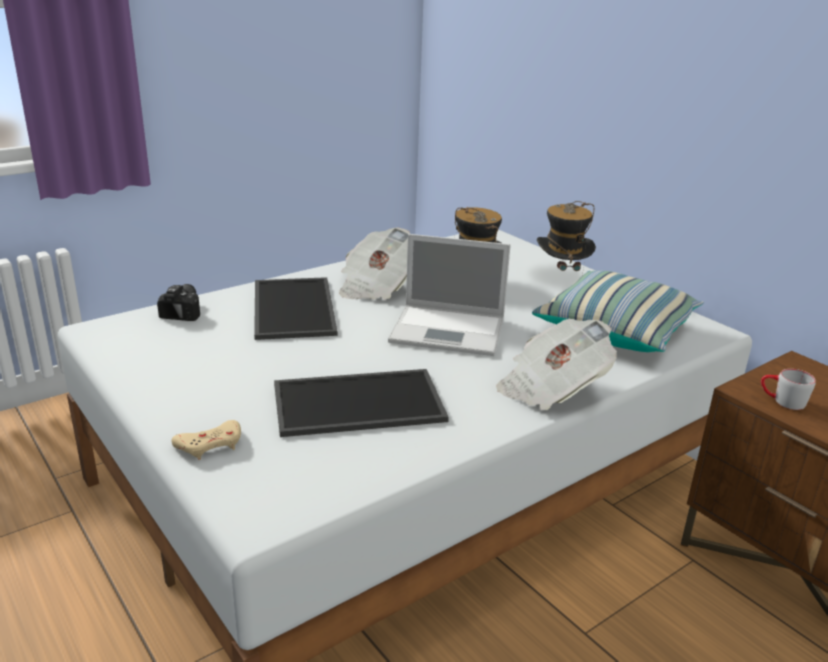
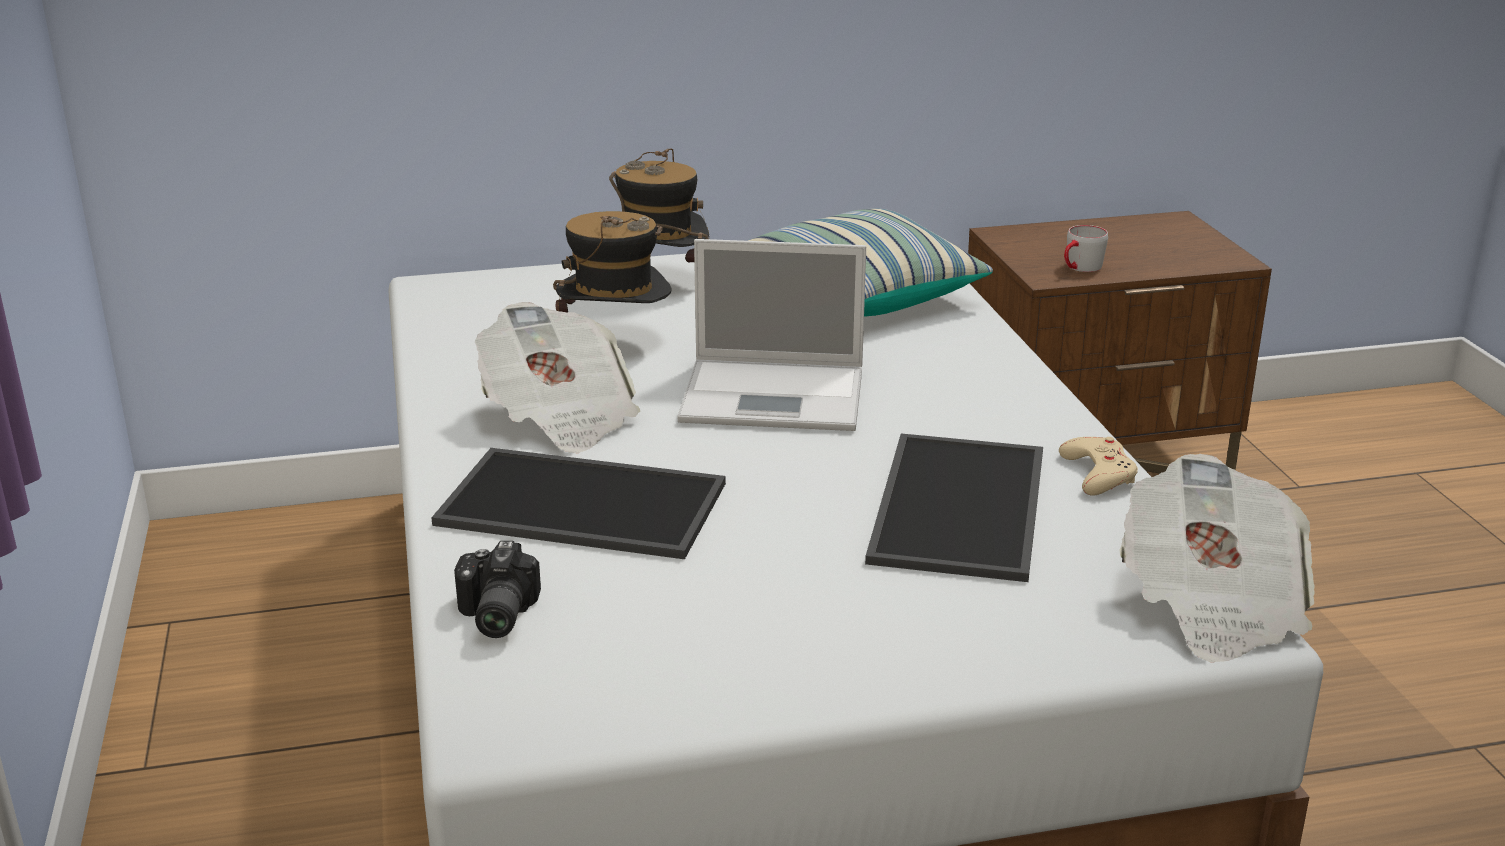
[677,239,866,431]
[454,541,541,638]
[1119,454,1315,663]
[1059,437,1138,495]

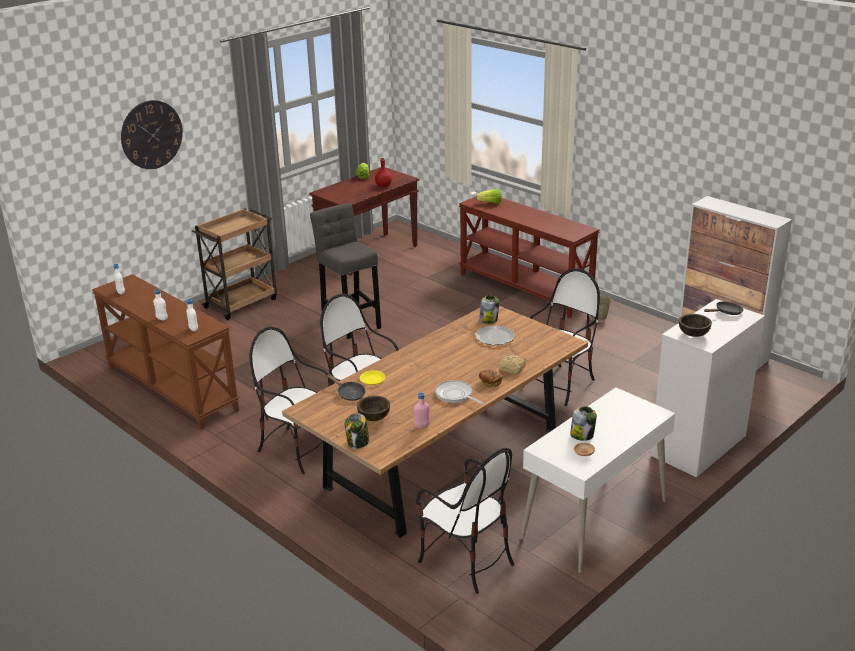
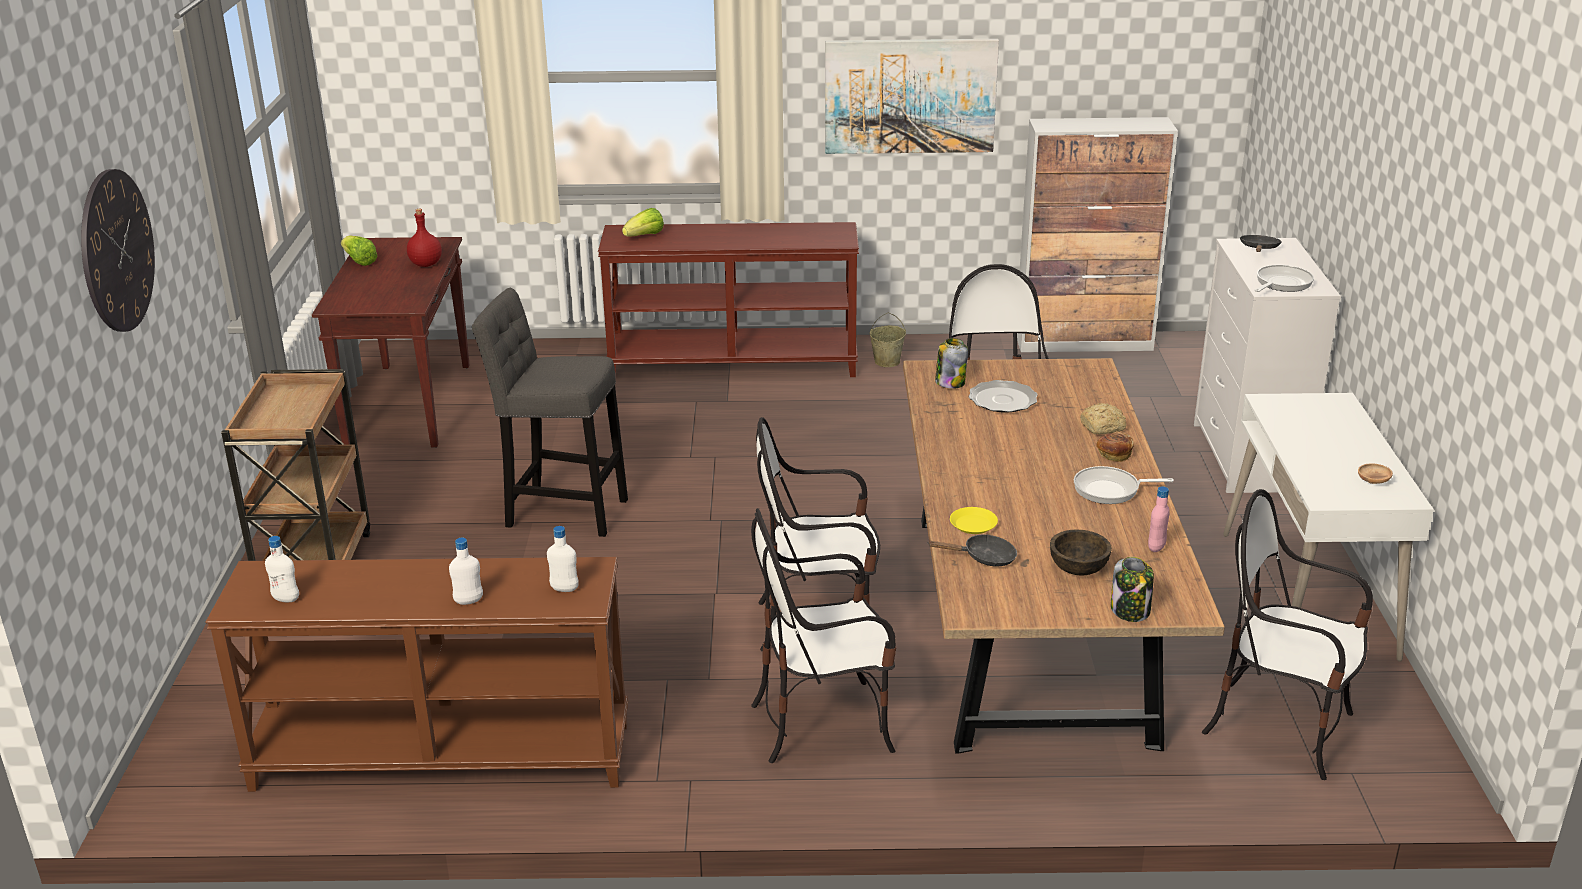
[1255,265,1314,292]
[570,406,597,441] (first image)
[1202,489,1373,780]
[825,39,999,154]

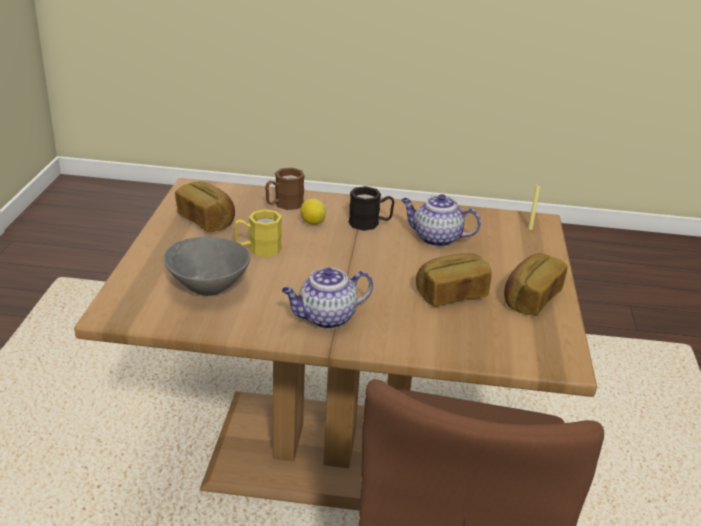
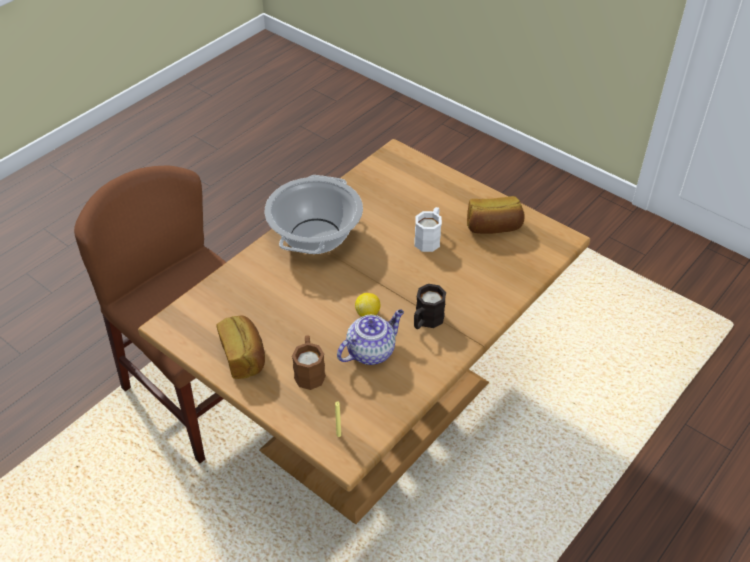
[292,335,326,390]
[355,293,380,317]
[414,207,442,252]
[164,237,250,296] (first image)
[416,253,492,307] (first image)
[265,175,363,254]

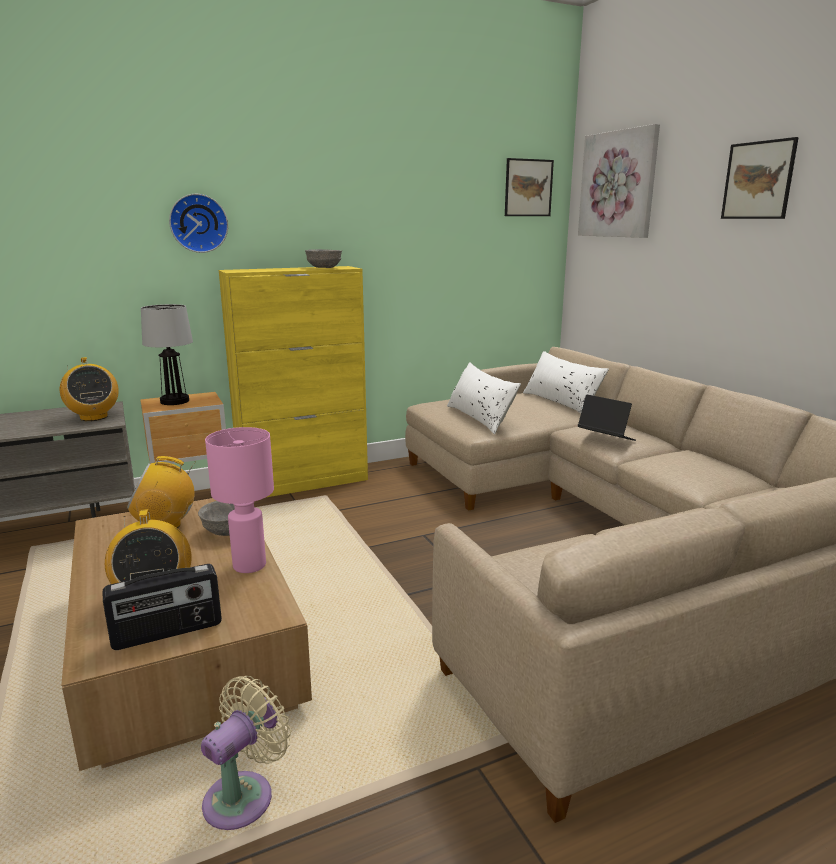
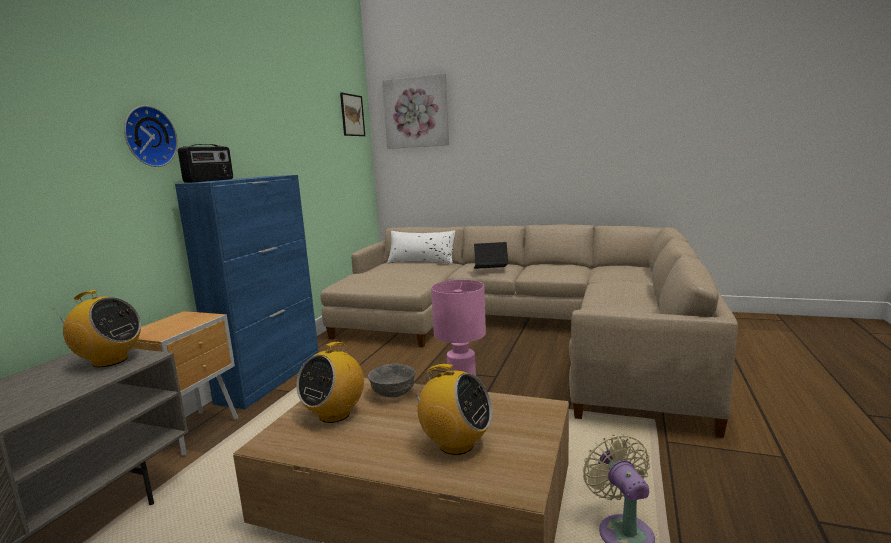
[721,137,799,219] (first image)
[305,249,342,268] (first image)
[175,175,319,409]
[141,304,193,405] (first image)
[447,362,521,434] (first image)
[178,144,233,183]

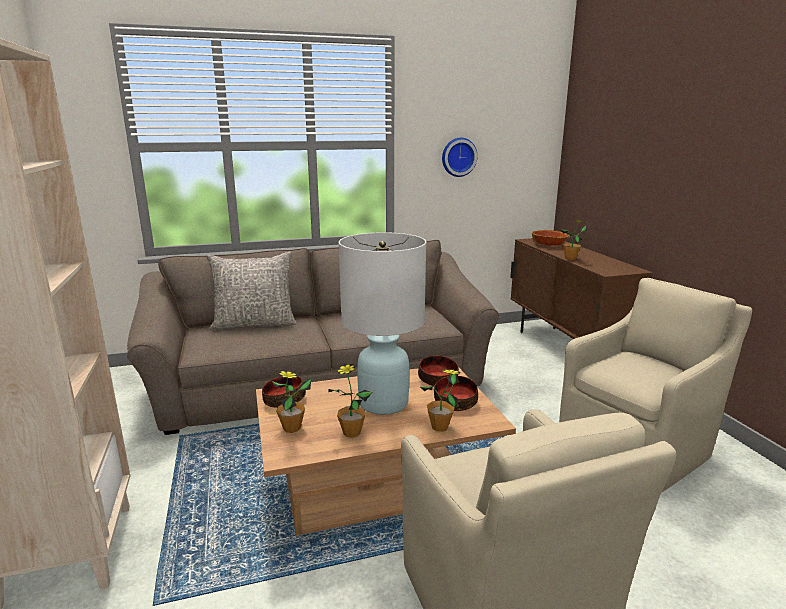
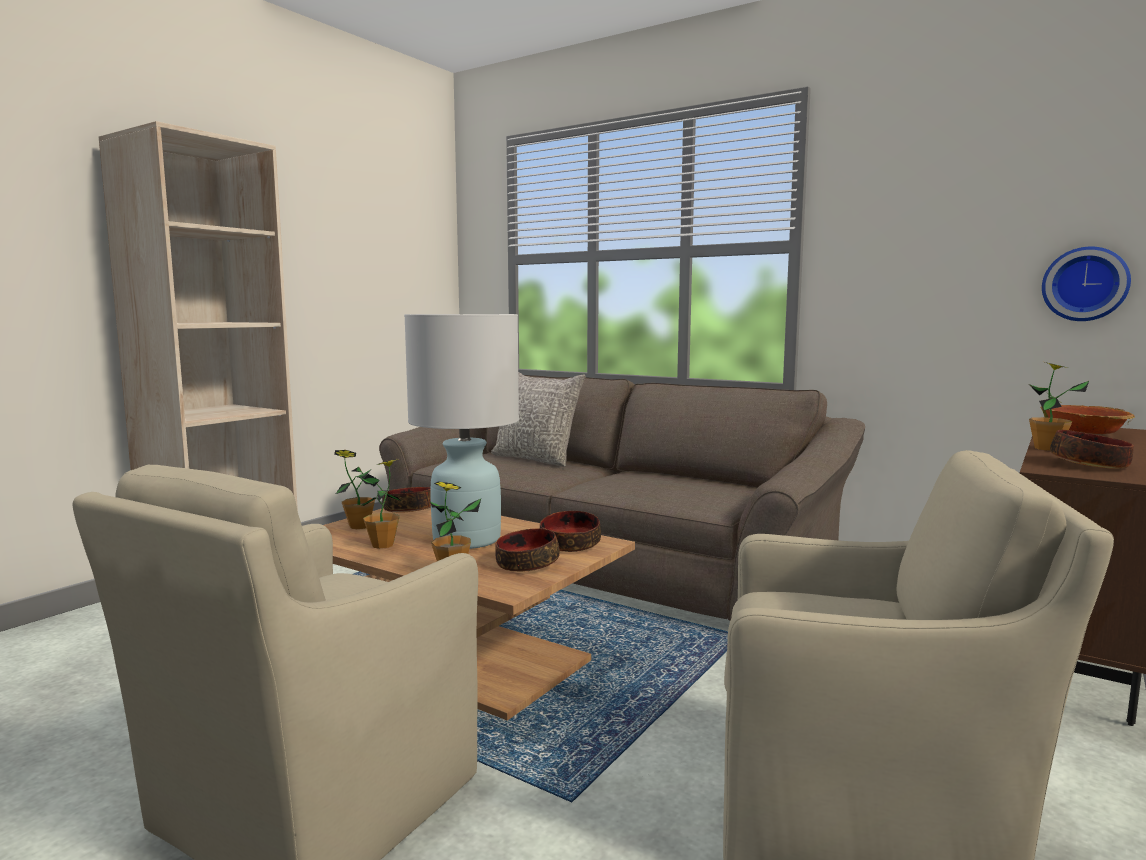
[1042,247,1131,321]
[1050,430,1134,469]

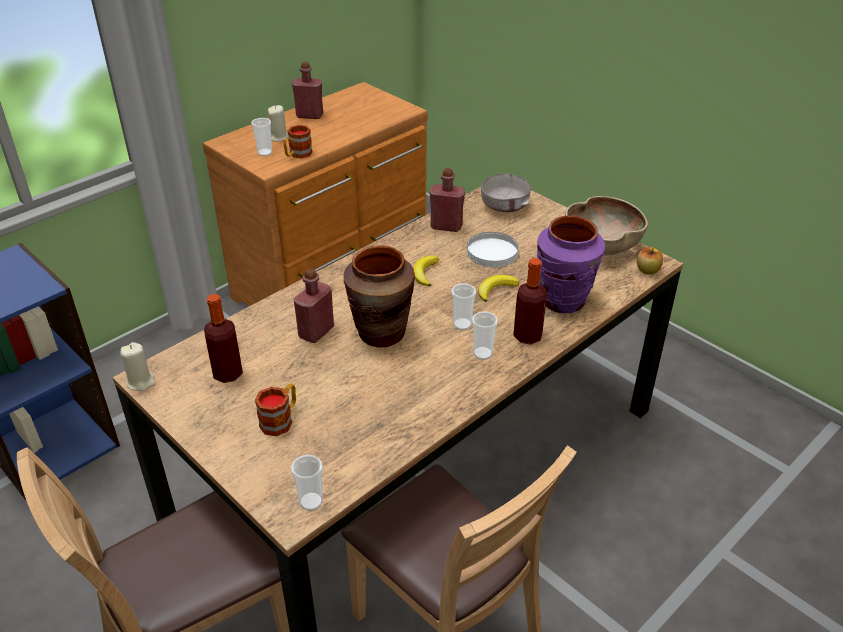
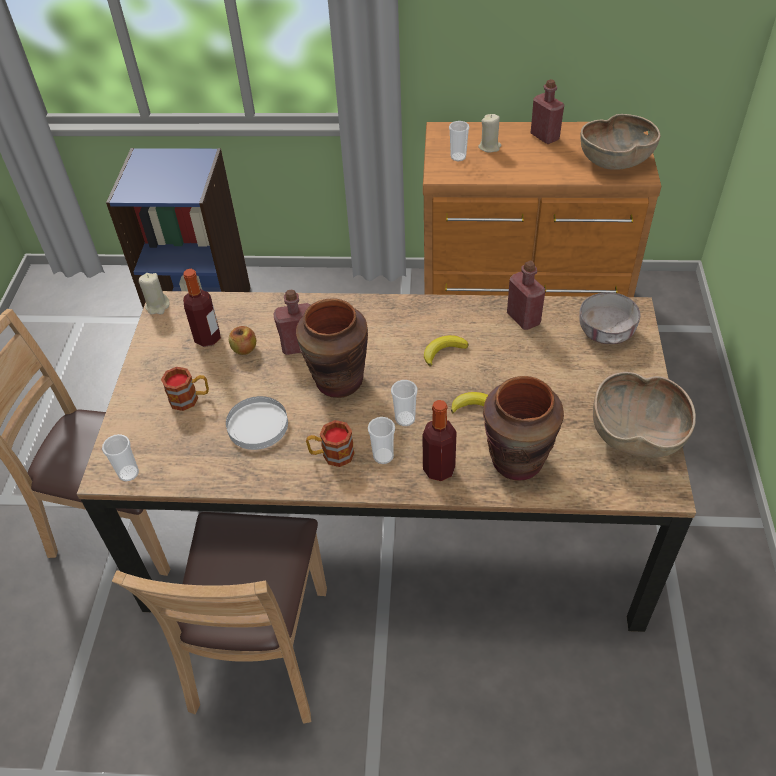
[306,420,355,467]
[483,376,564,481]
[226,396,288,450]
[229,326,256,355]
[581,114,660,170]

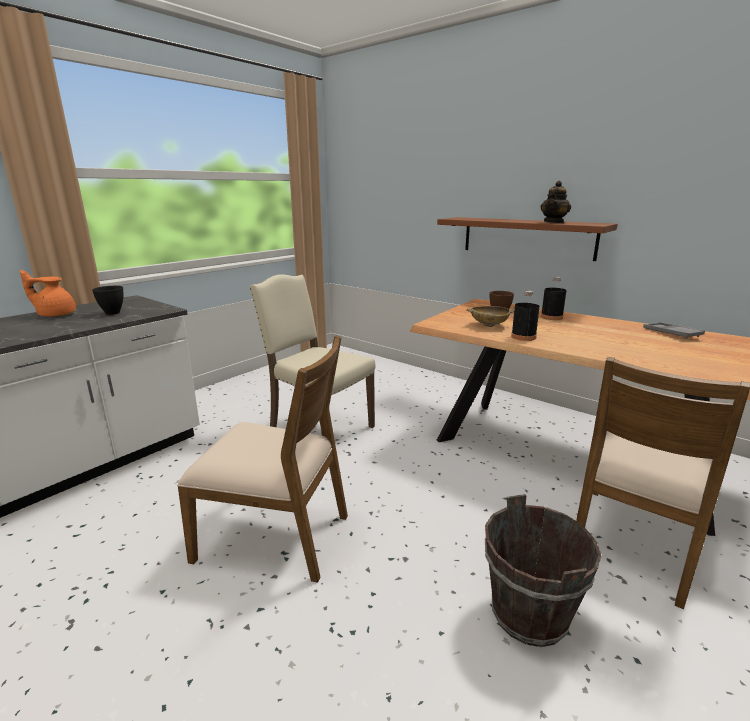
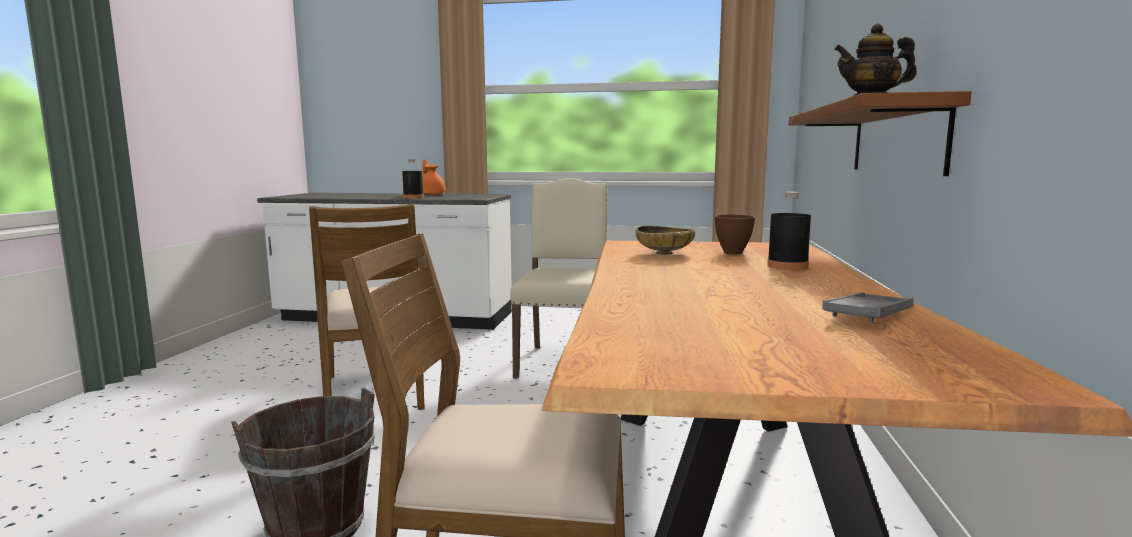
[92,286,124,315] (first image)
[402,159,424,199]

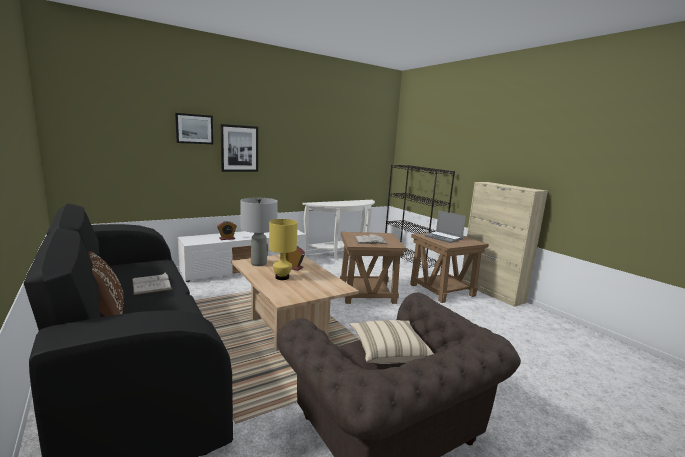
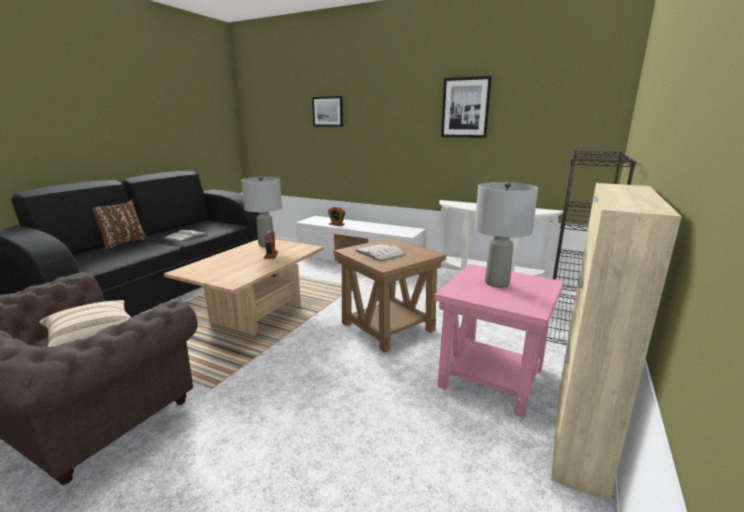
[441,76,492,138]
[475,182,538,288]
[269,219,298,280] (first image)
[434,264,564,418]

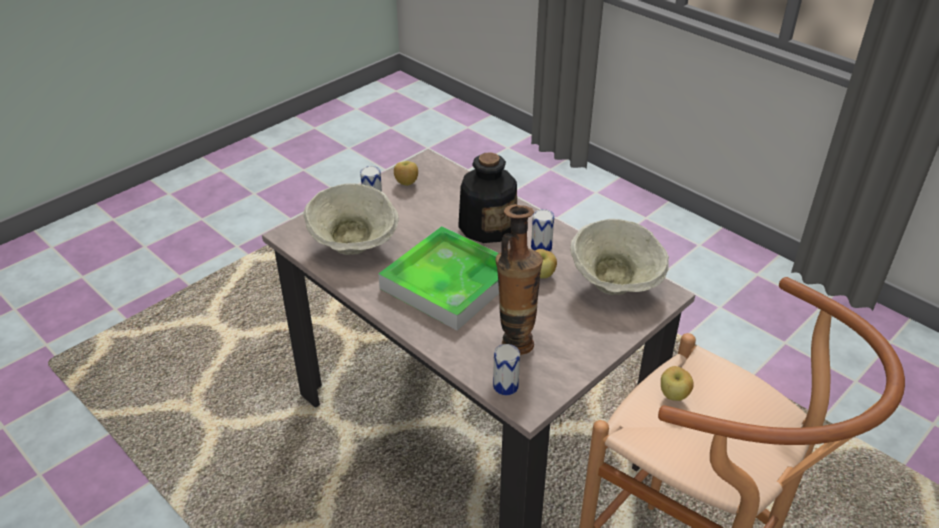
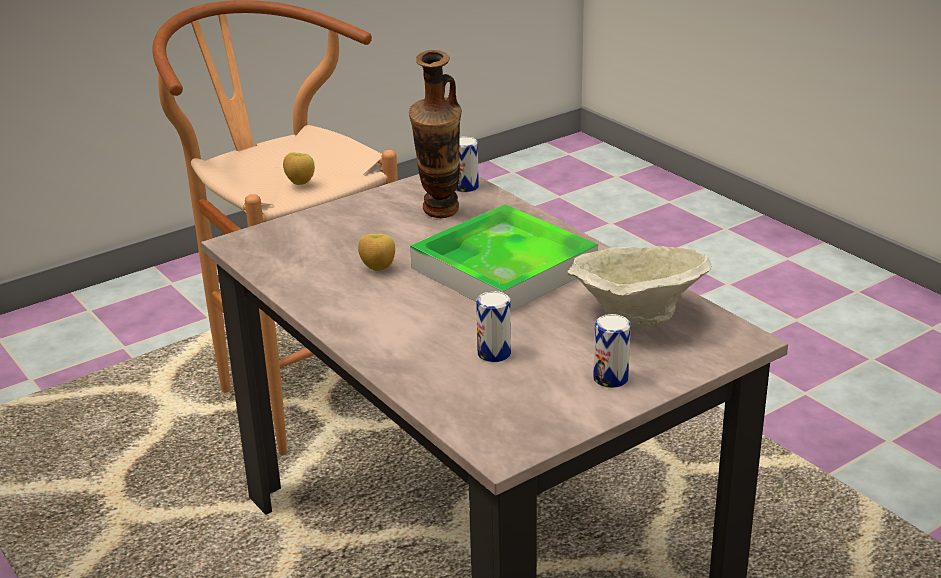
[458,152,517,243] (first image)
[394,161,418,186] (first image)
[476,291,511,362]
[570,219,669,295] (first image)

